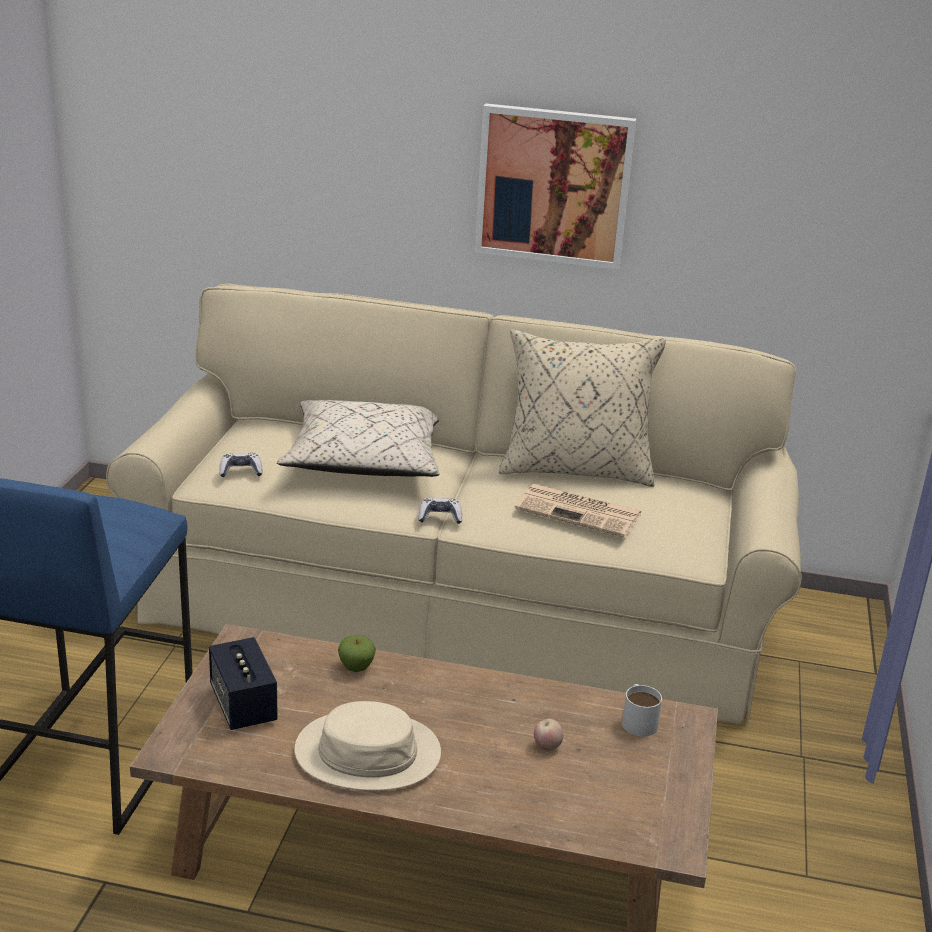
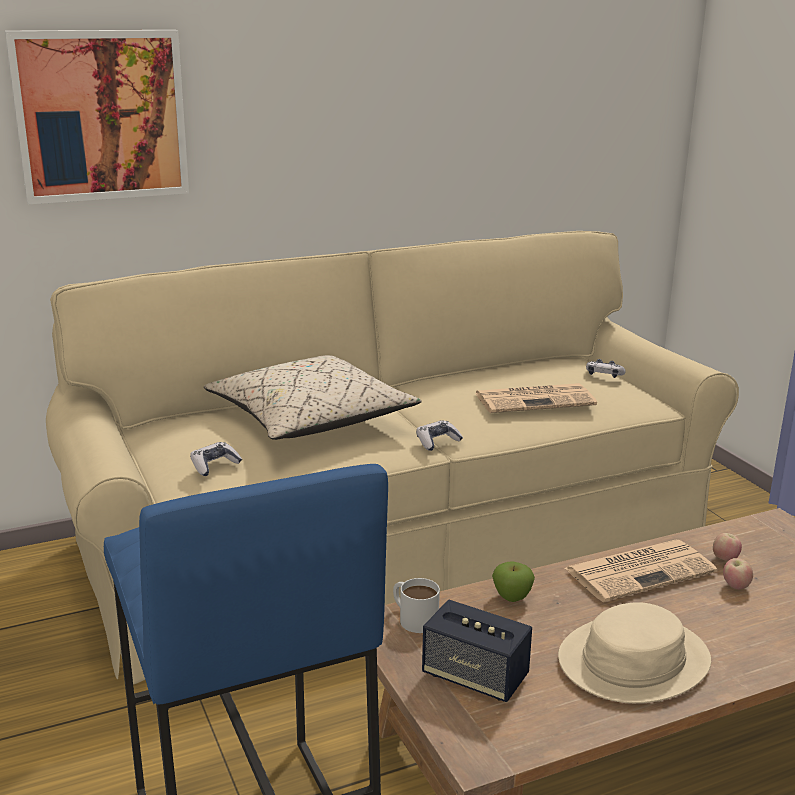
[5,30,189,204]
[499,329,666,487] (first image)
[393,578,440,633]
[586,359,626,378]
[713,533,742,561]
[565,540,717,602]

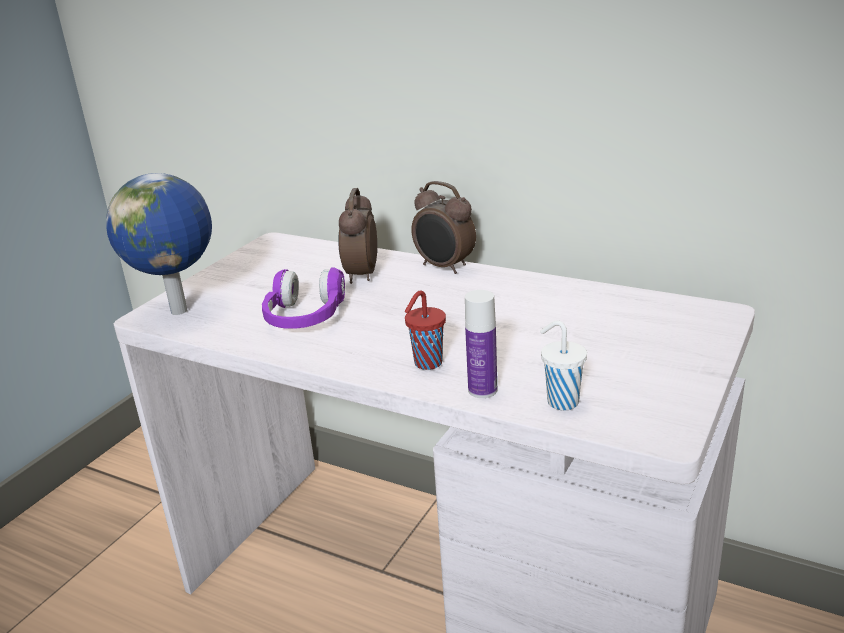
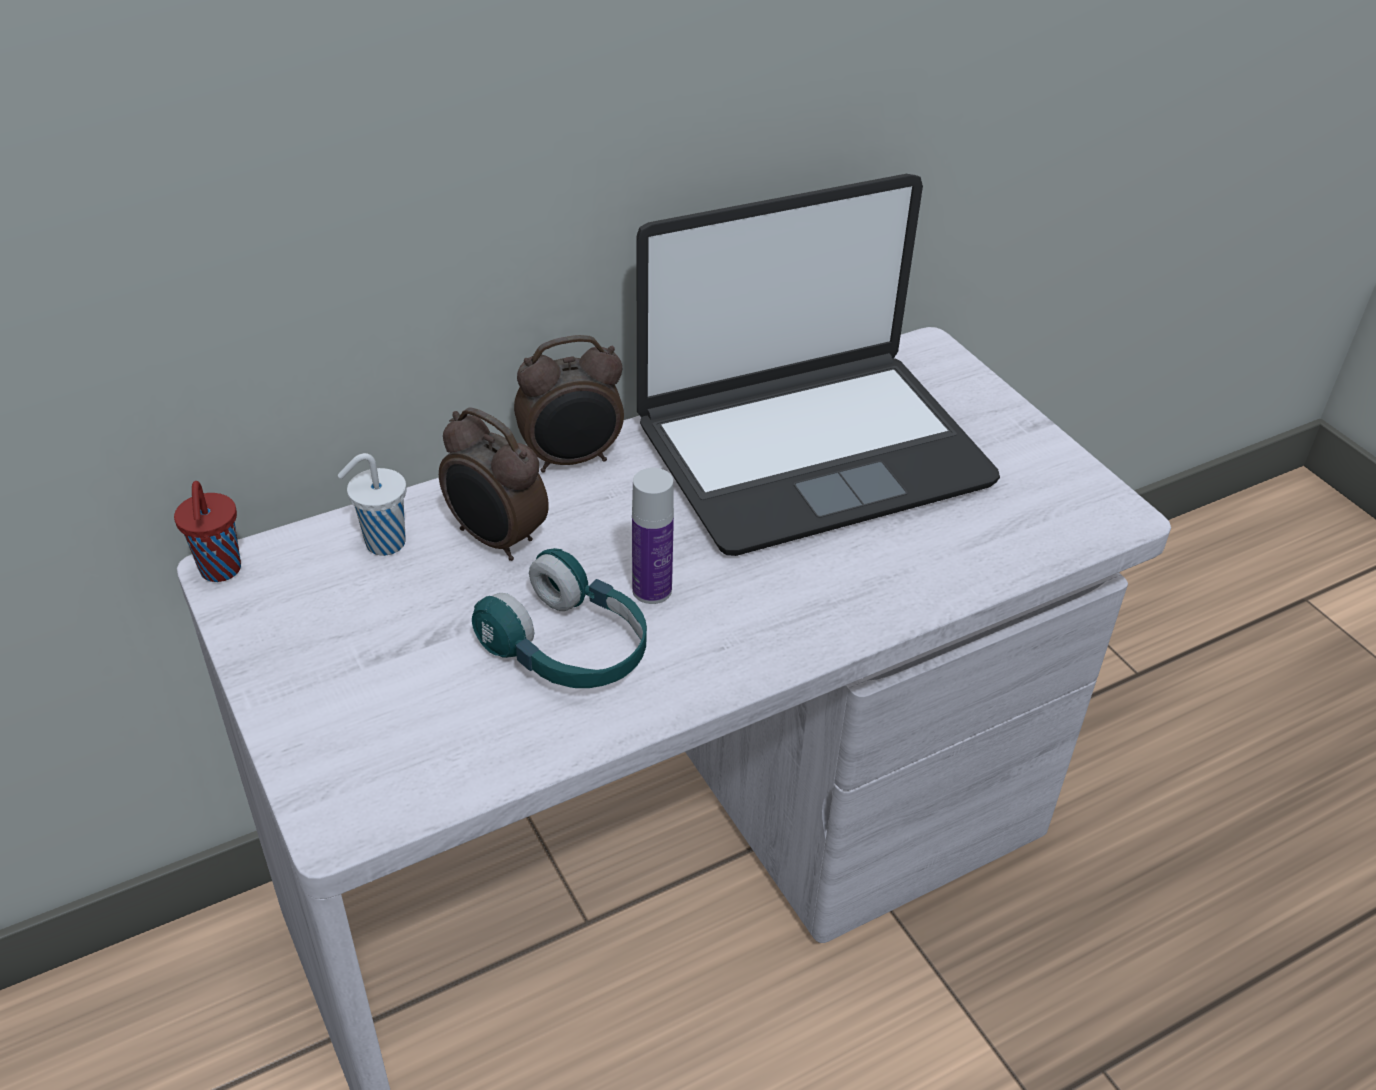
[106,173,212,315] (first image)
[472,548,647,688]
[174,481,241,582]
[632,468,674,604]
[338,453,407,556]
[637,174,1000,556]

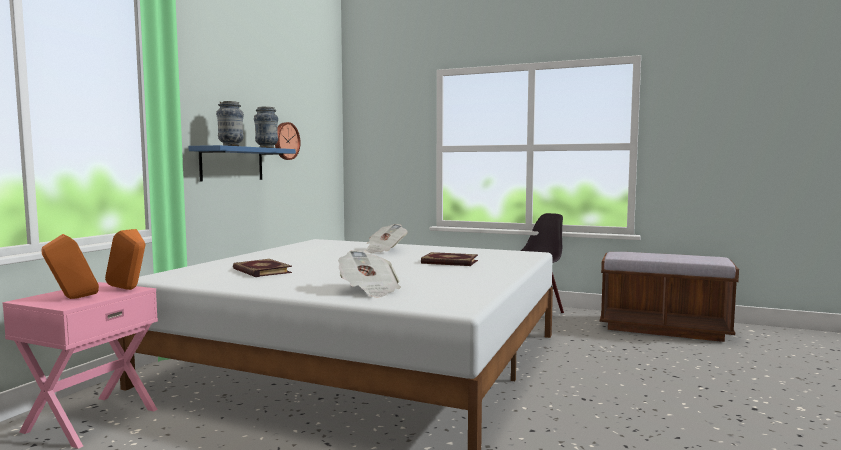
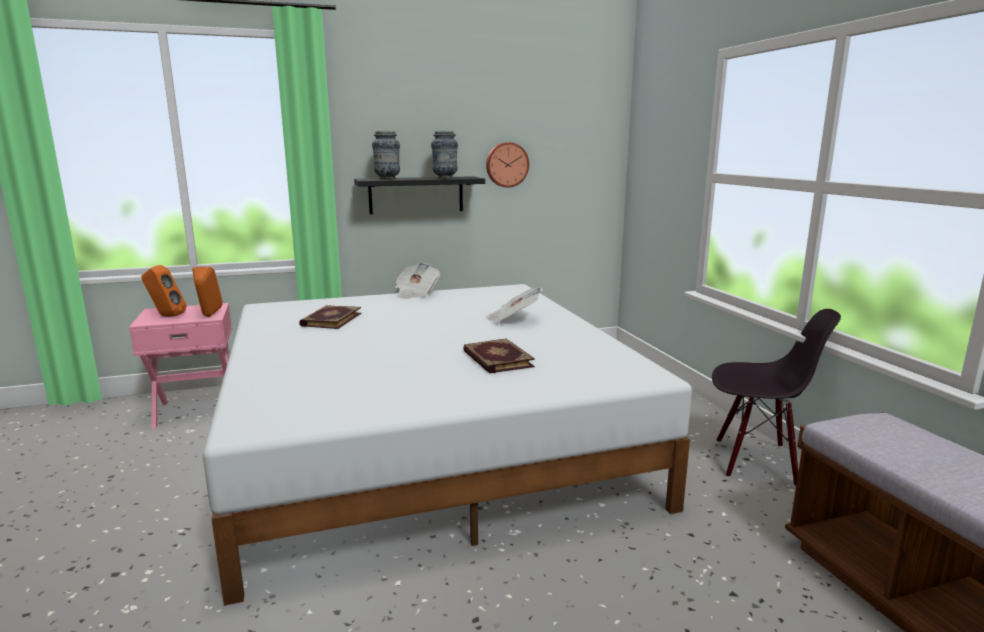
[354,176,485,214]
[395,263,440,299]

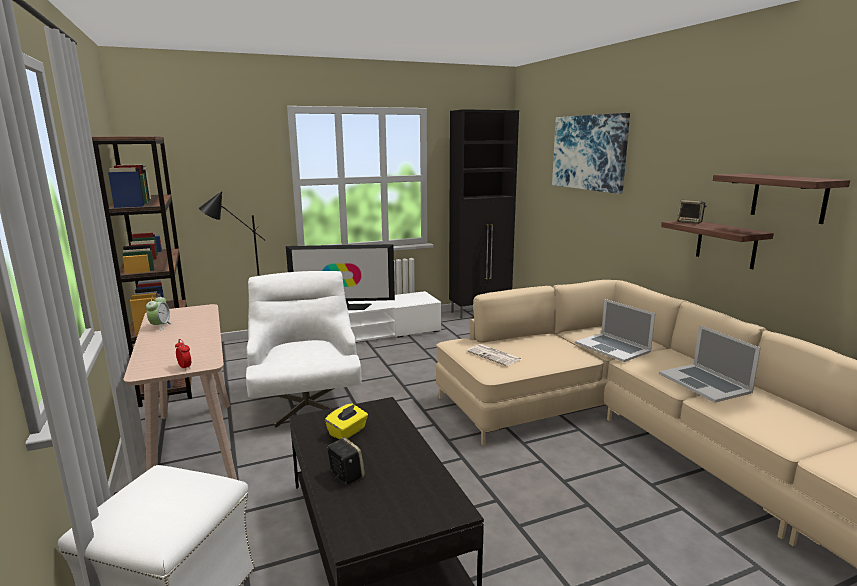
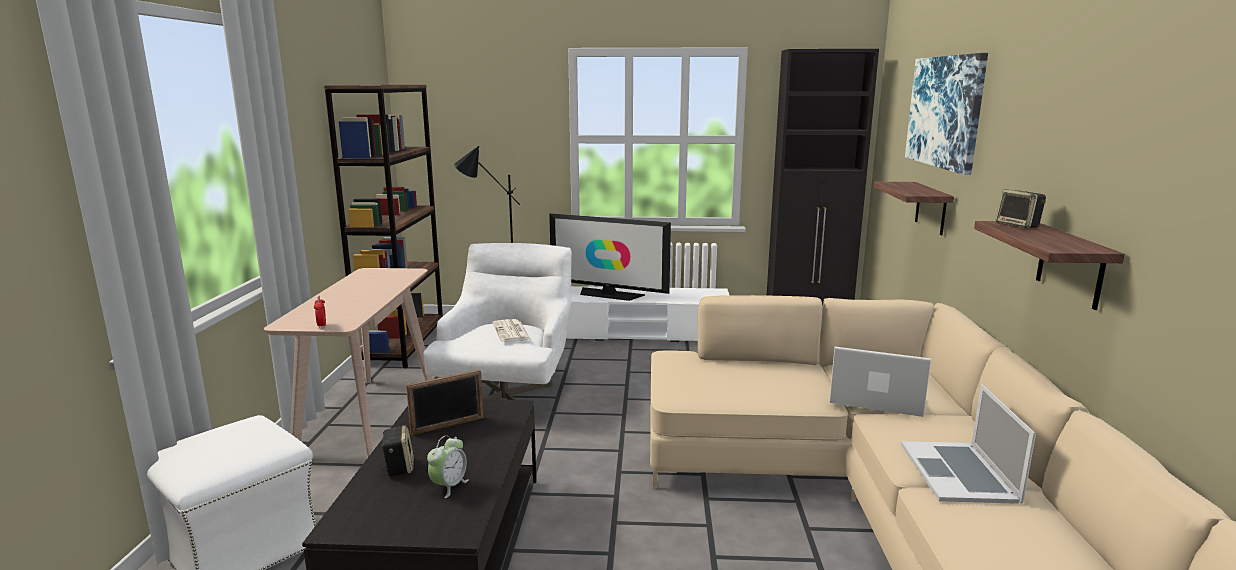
[874,182,954,235]
[427,435,469,498]
[829,347,931,417]
[493,319,531,342]
[406,370,484,436]

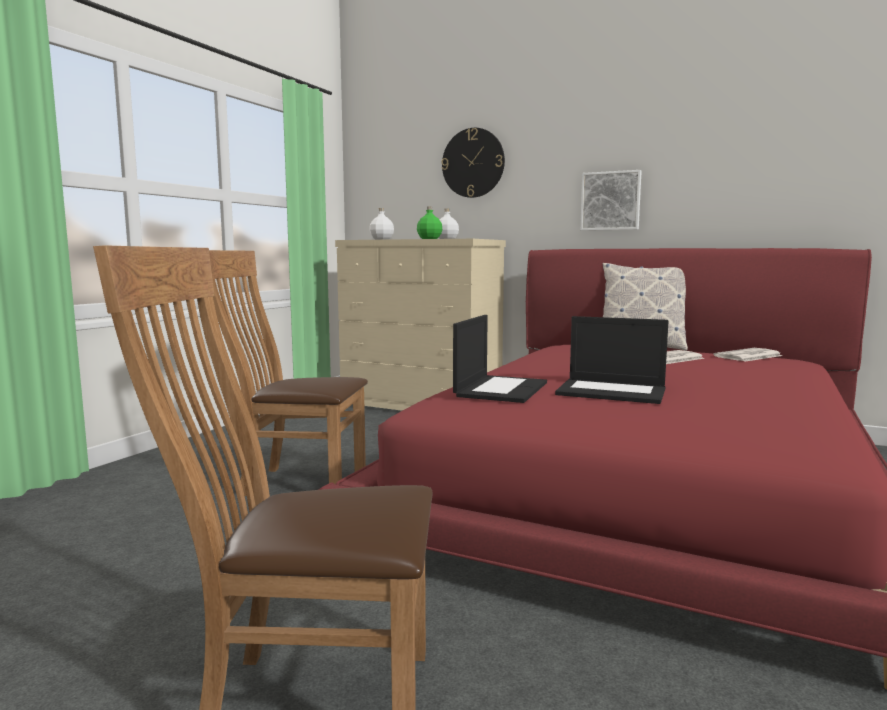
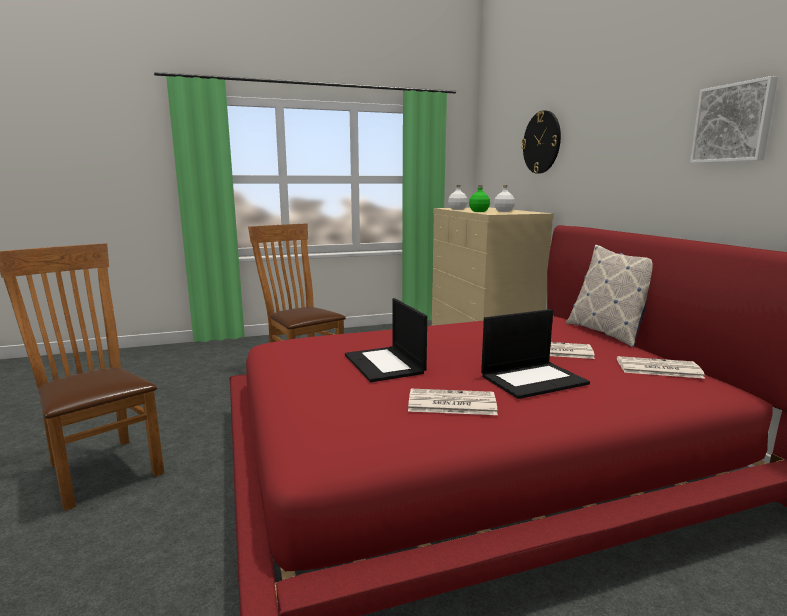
[690,76,778,163]
[481,309,590,399]
[408,389,498,415]

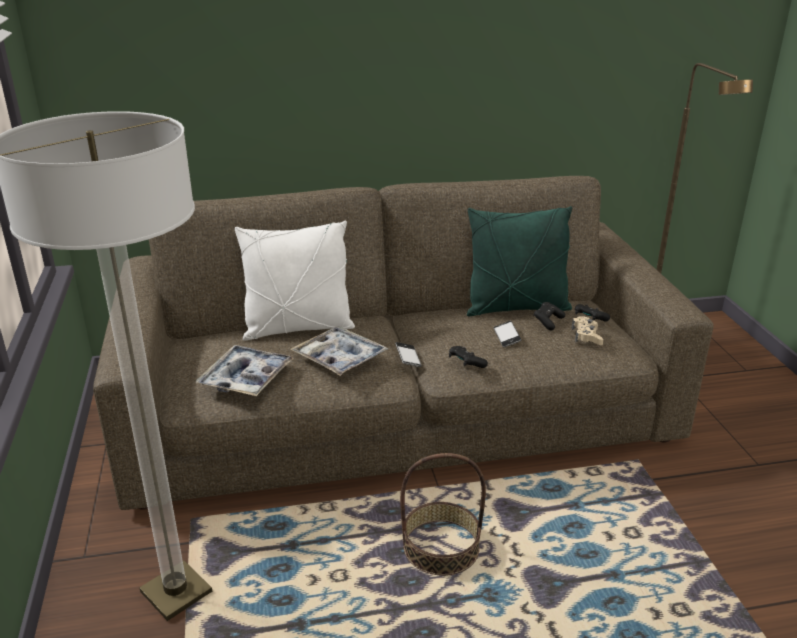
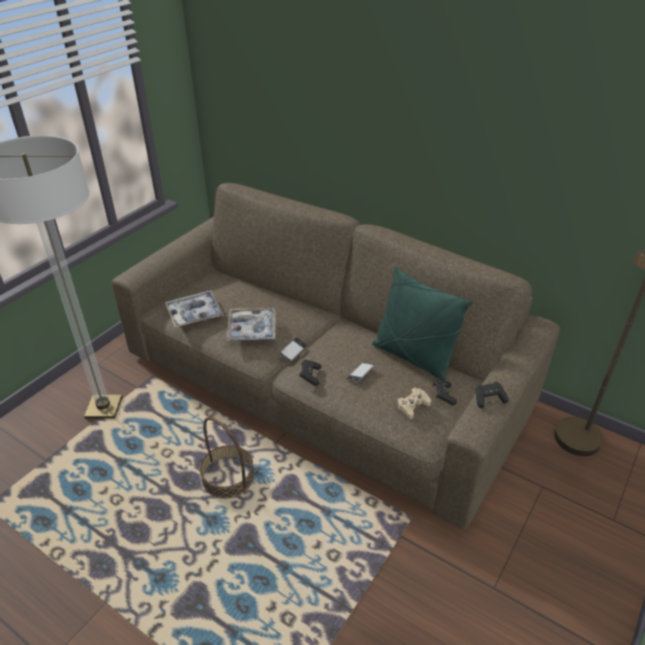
[235,221,355,341] (first image)
[476,382,509,408]

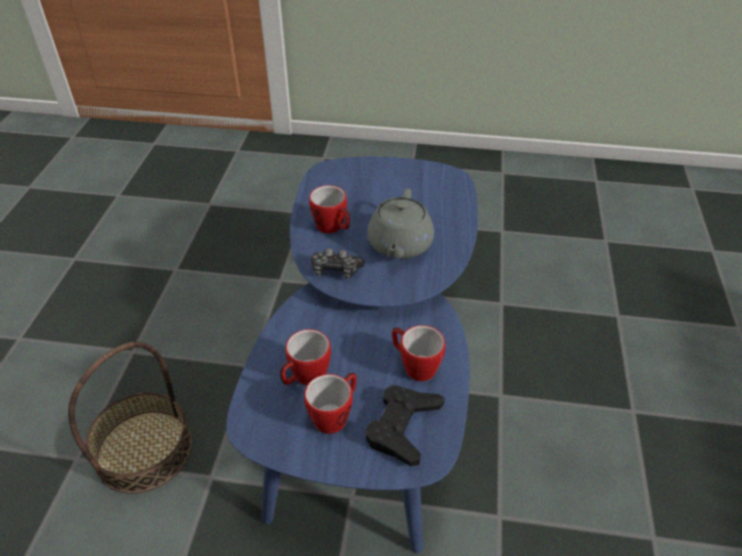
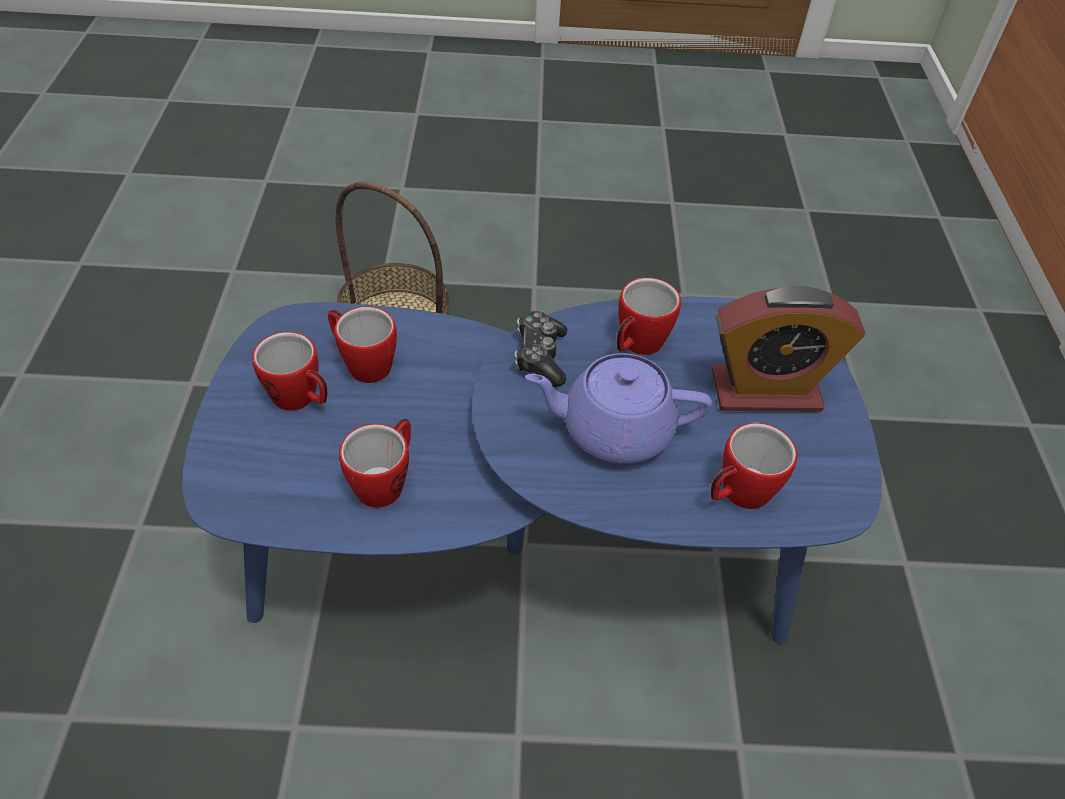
[525,353,712,464]
[366,385,445,466] (first image)
[712,286,866,412]
[710,423,797,509]

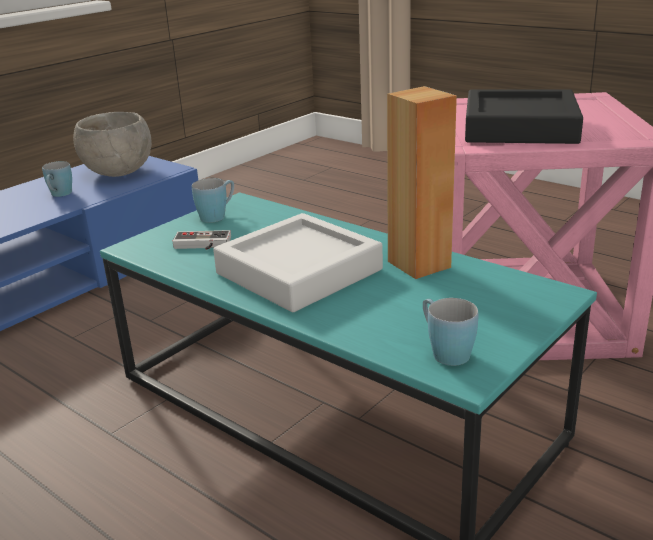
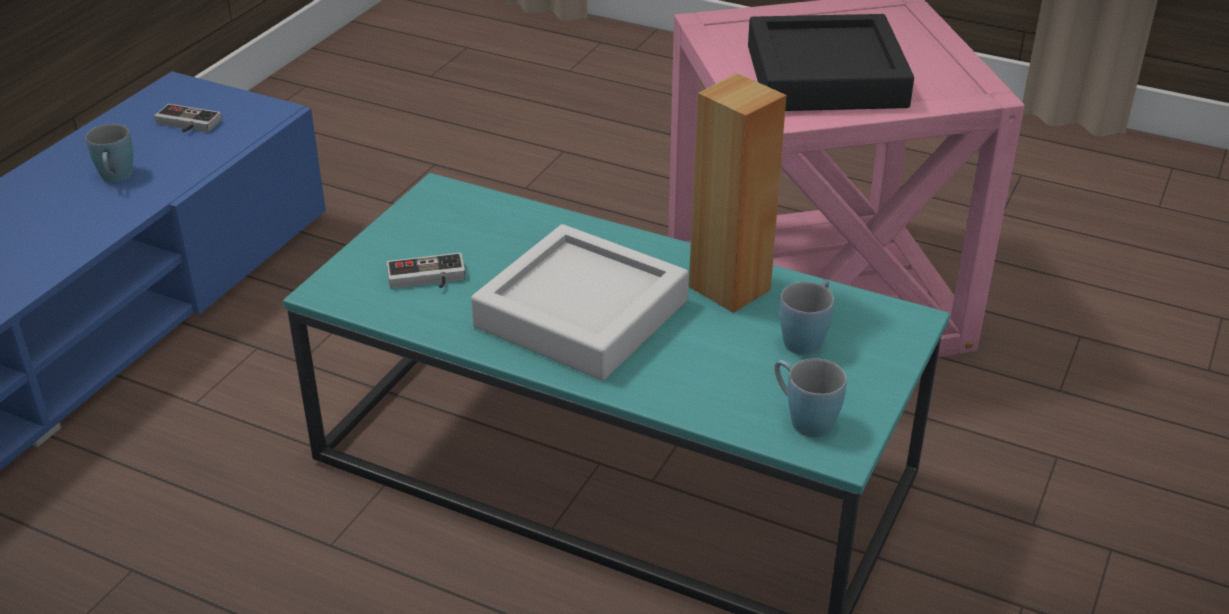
[154,104,222,132]
[779,280,834,355]

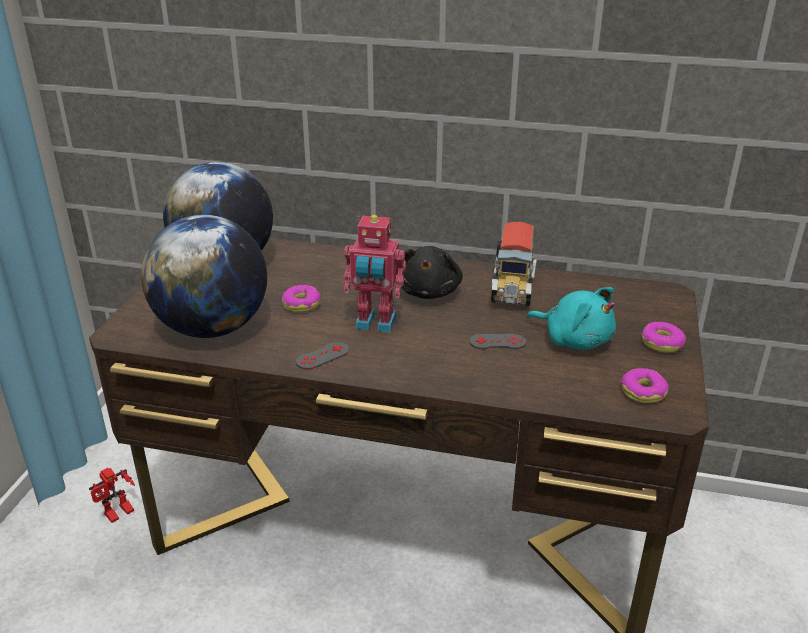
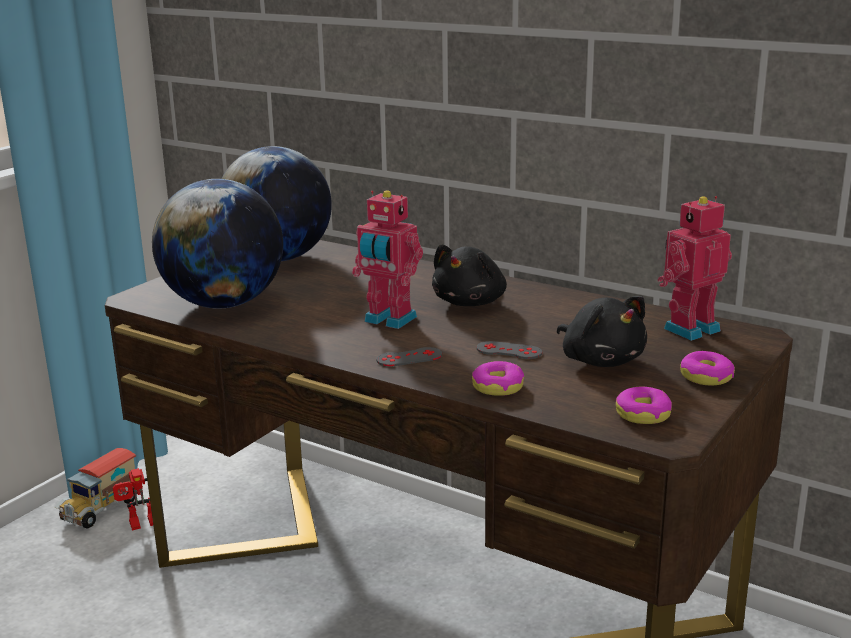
[55,448,143,529]
[472,361,525,396]
[557,296,647,367]
[376,347,442,367]
[657,196,732,341]

